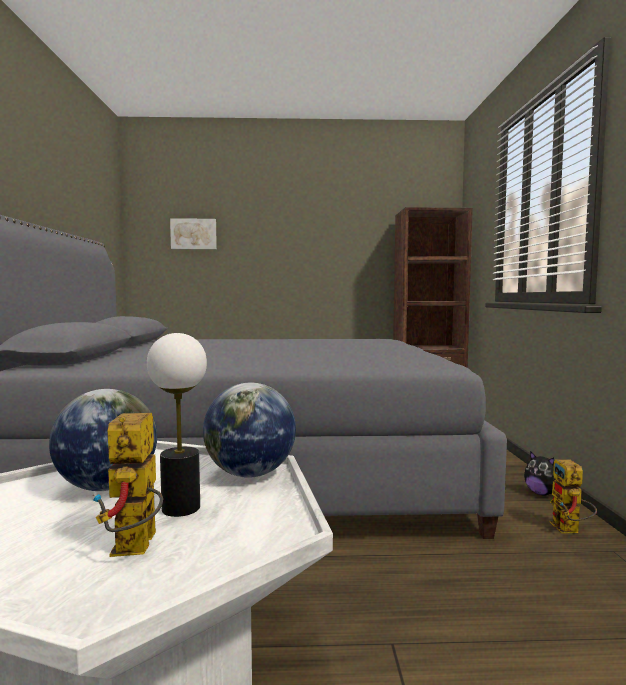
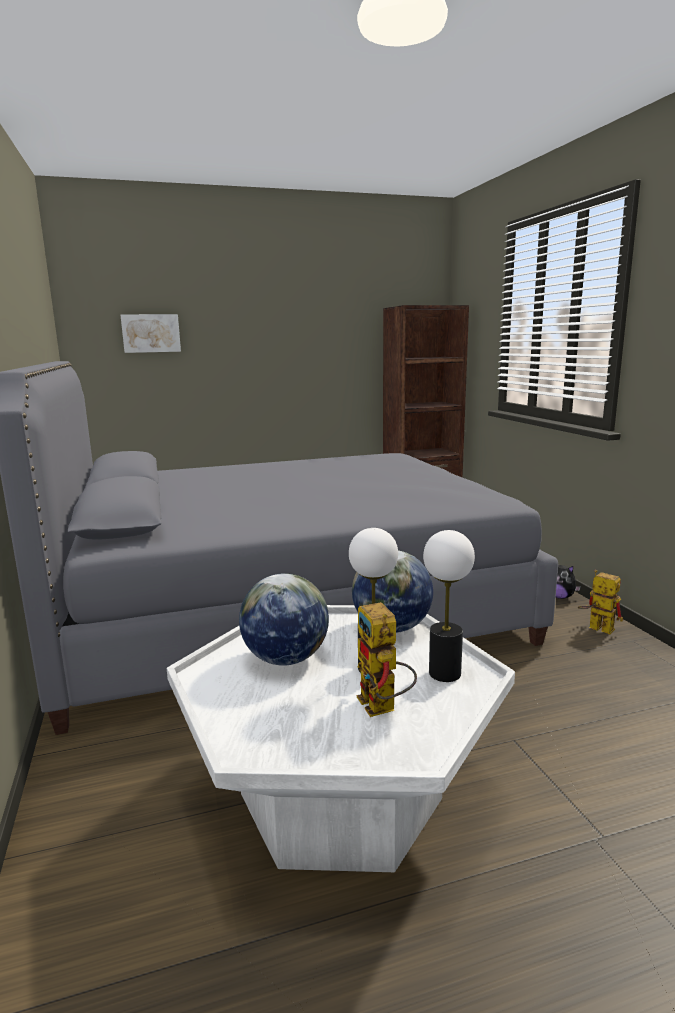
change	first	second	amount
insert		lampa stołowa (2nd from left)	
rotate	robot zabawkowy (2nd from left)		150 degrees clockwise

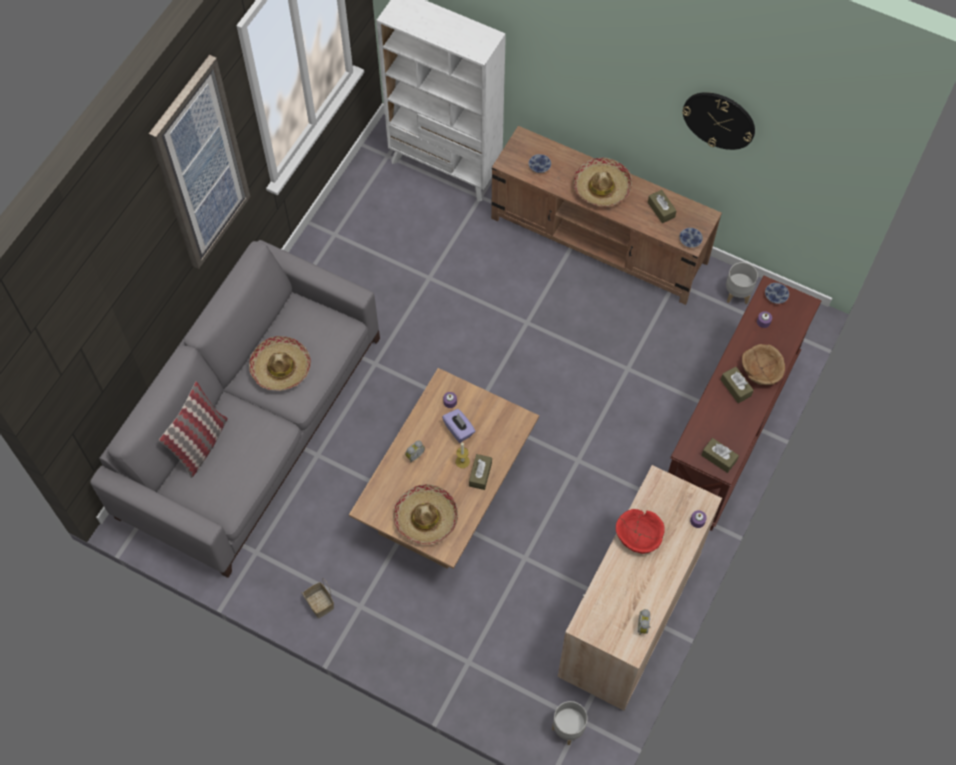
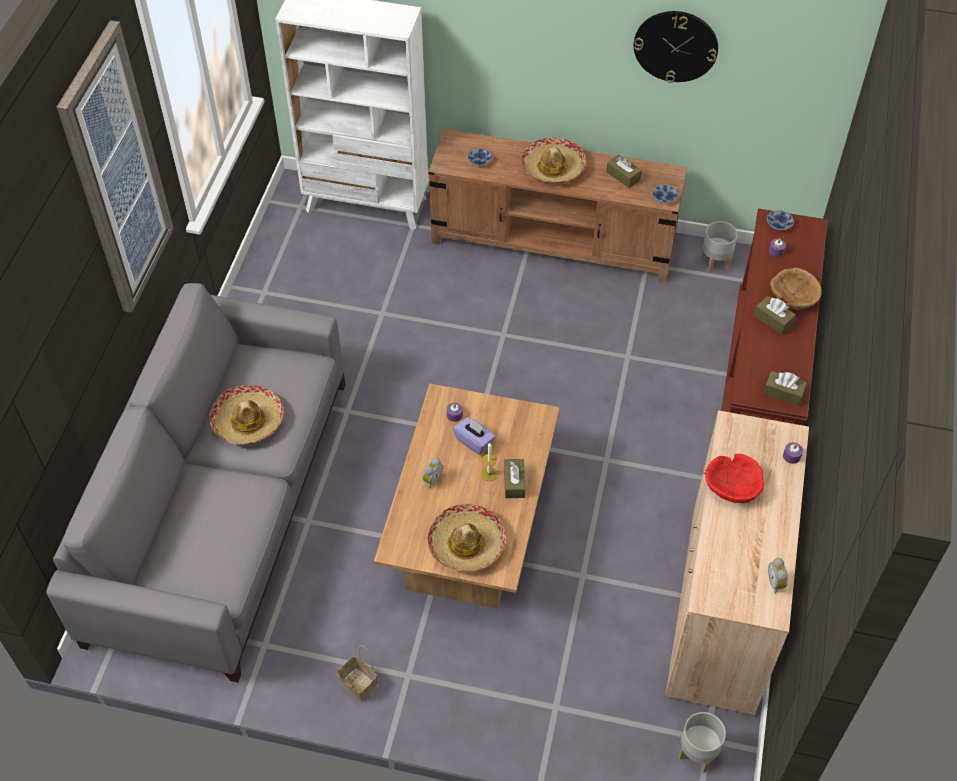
change	first	second	amount
delete	poduszka		

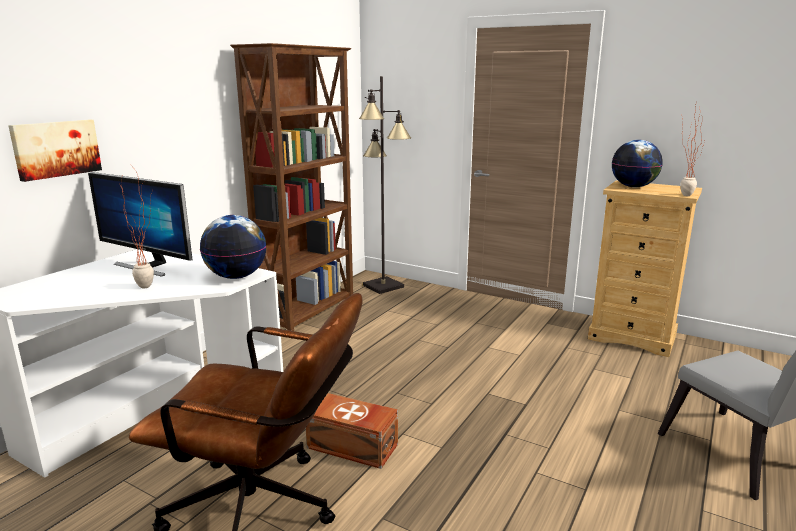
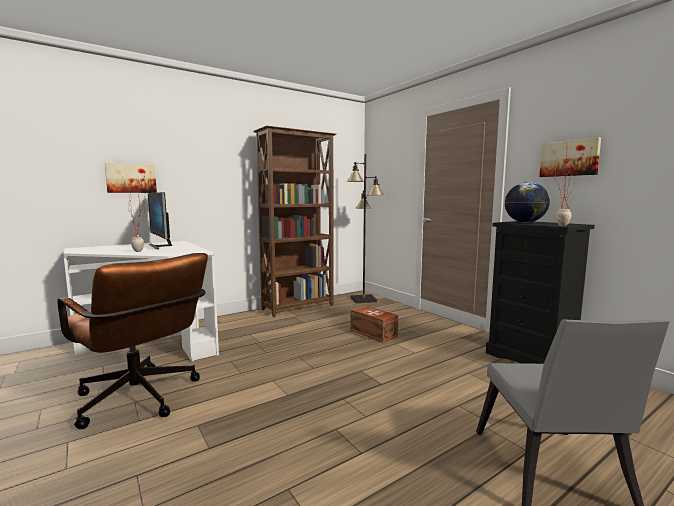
change	first	second	amount
delete	globus (1st from left)		
insert		obraz (2nd from left)	
move	pojemnik do przechowywania (brązowy)		
recolor	komoda (beżowy)	komoda (czarny)	

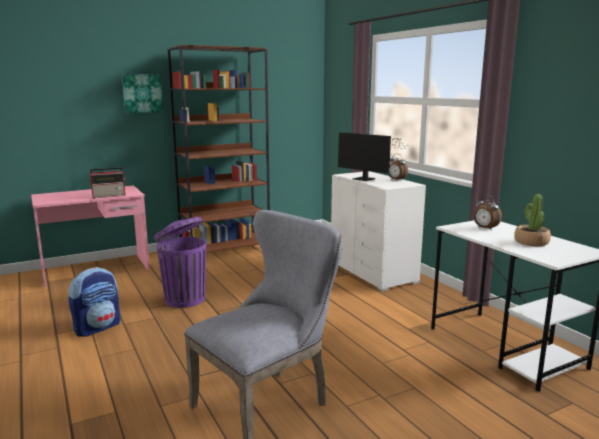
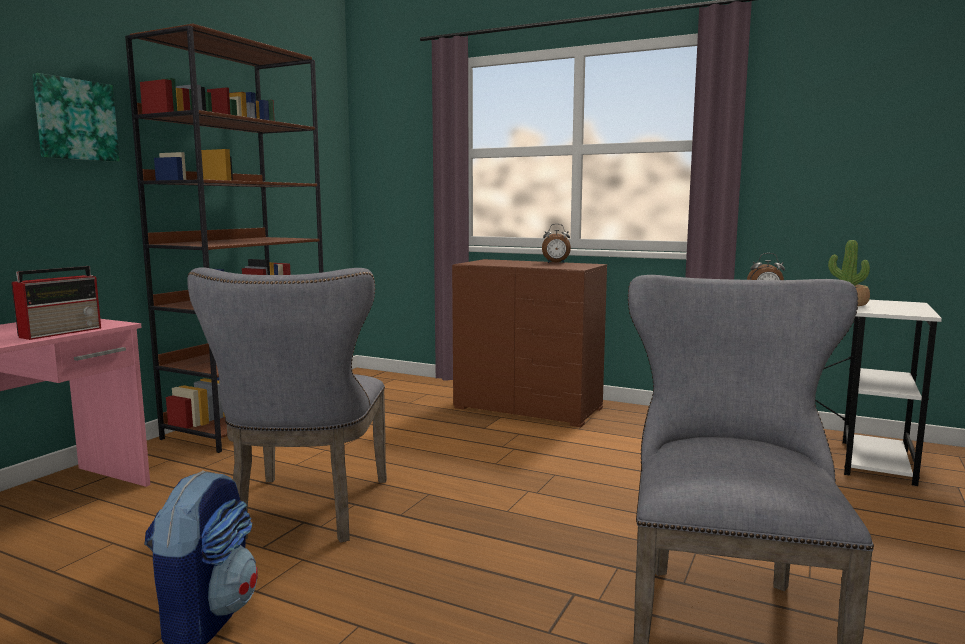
change	first	second	amount
delete	monitor		
replace	kosz na śmieci (fioletowy)	krzesło (szary) (1st from left)	
recolor	komoda (biały)	komoda (brązowy)	

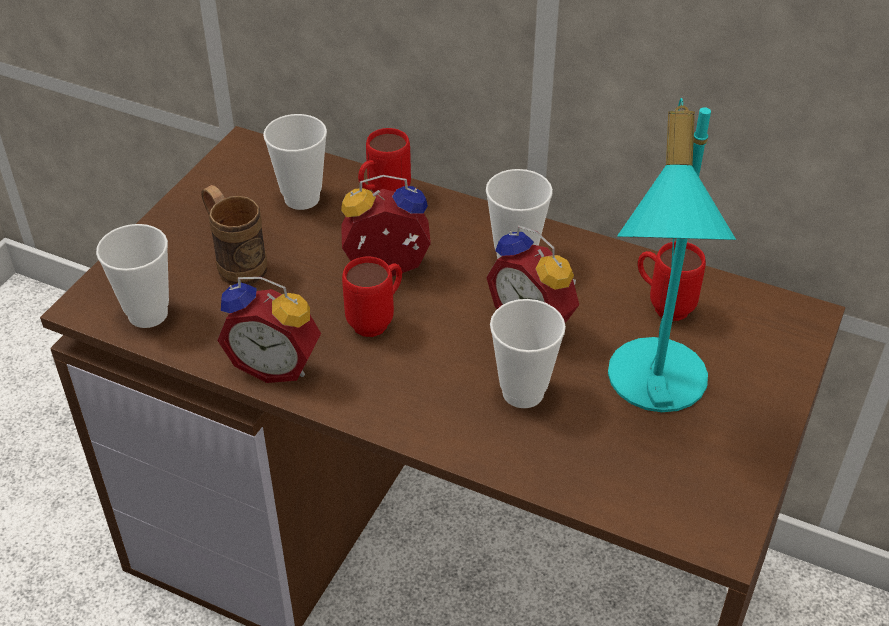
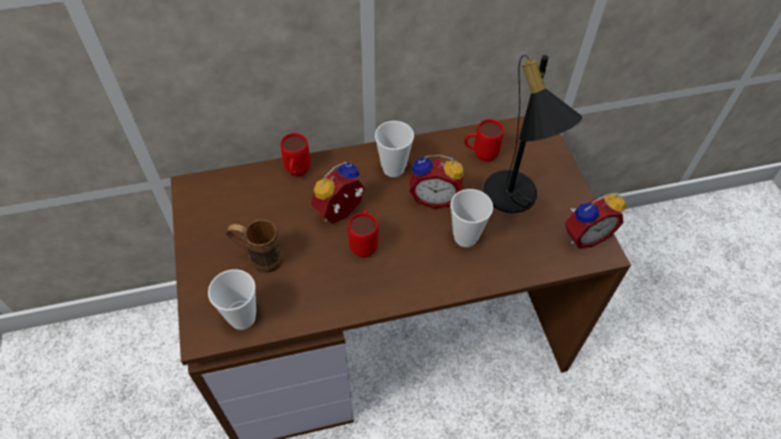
change	first	second	amount
delete	filiżanka (2nd from left)		
move	budzik (1st from left in the first image)	budzik (3rd from left)	
recolor	lampa stołowa (turkusowy)	lampa stołowa (czarny)	

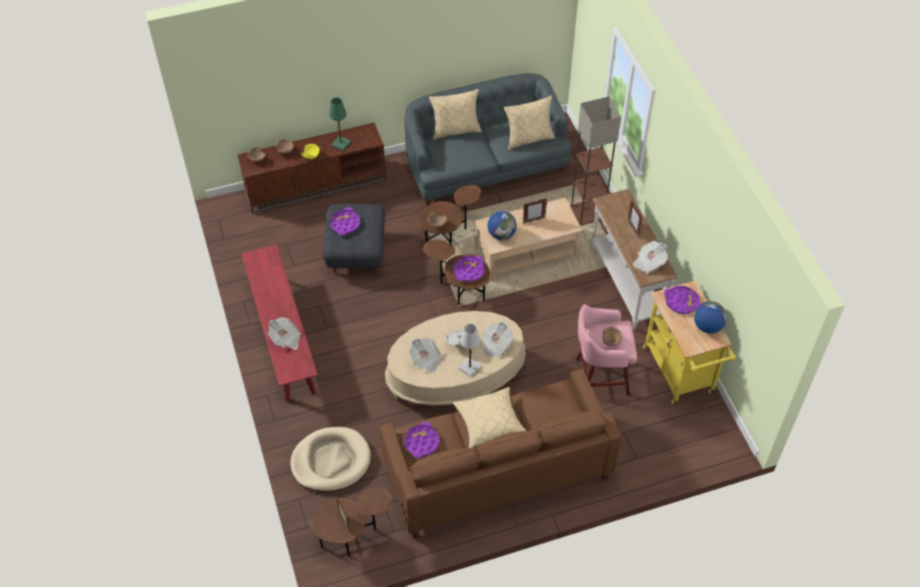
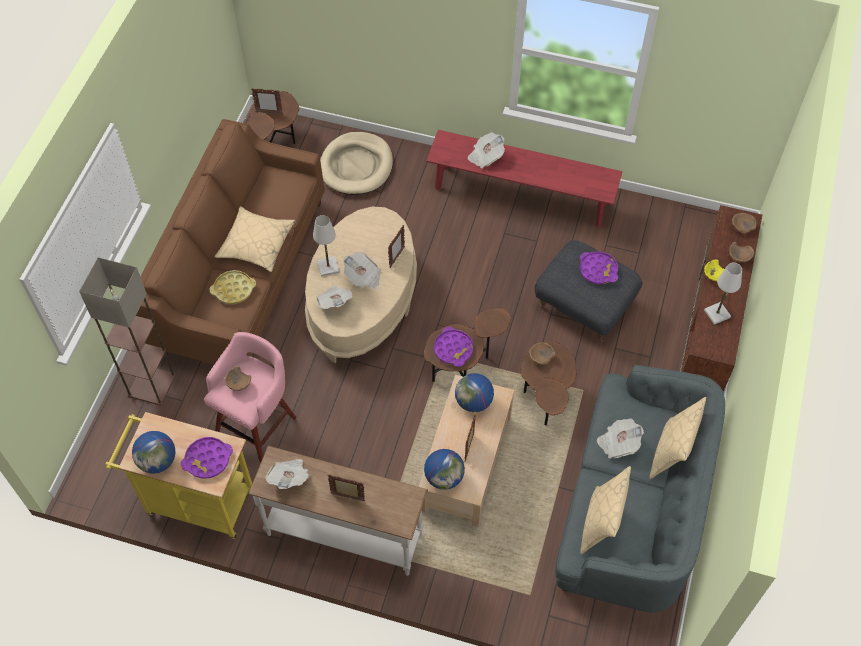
change	first	second	amount
delete	taca (fioletowy) (2nd from left)		
insert		taca (żółty)	
insert		ramka na zdjęcie (3rd from left)	
insert		globus (2nd from left)	
move	gazeta (2nd from left in the first image)	gazeta (5th from left)	
move	lampa stojąca		
recolor	lampa stołowa (zielony)	lampa stołowa (biały) (2nd from left)	

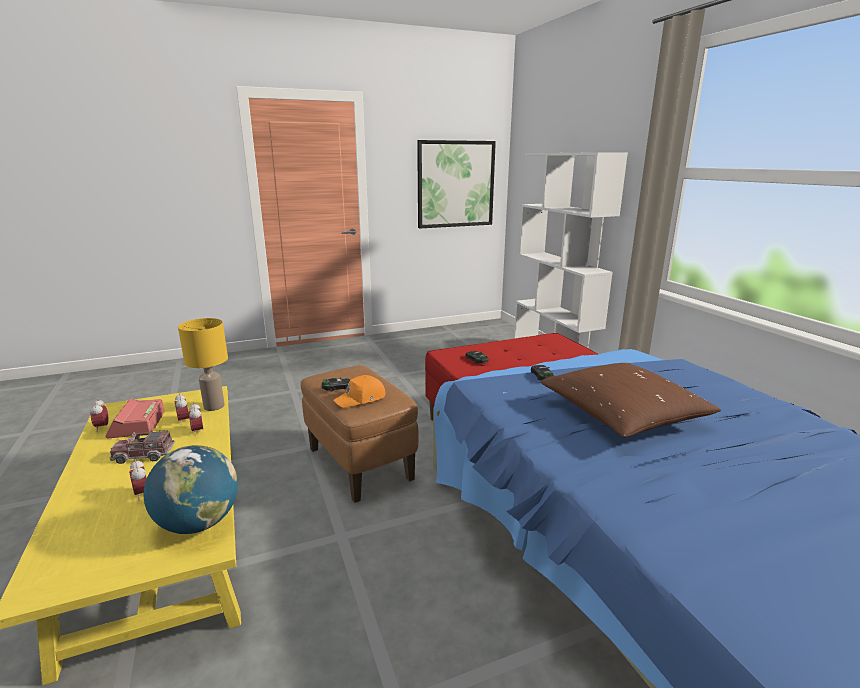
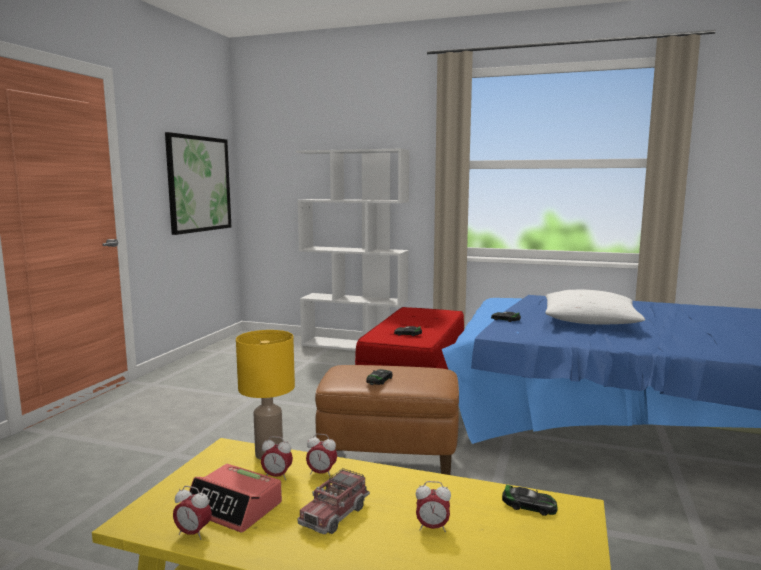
change	first	second	amount
delete	czapka z daszkiem (pomarańczowy)		
replace	globus	samochodzik (4th from left)	
recolor	poduszka (brązowy)	poduszka (biały)	

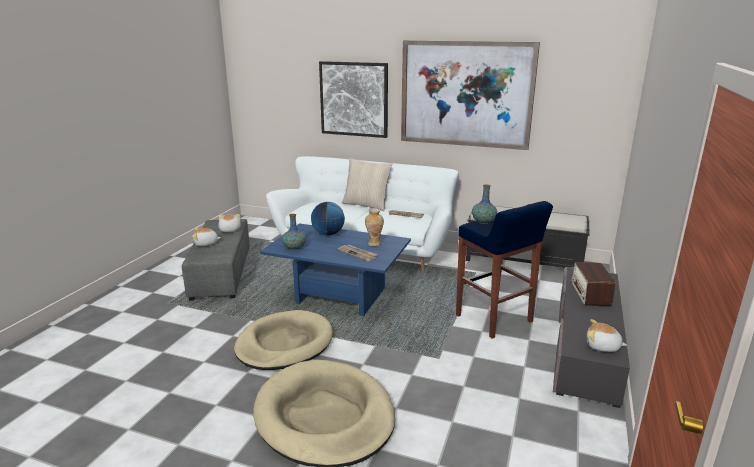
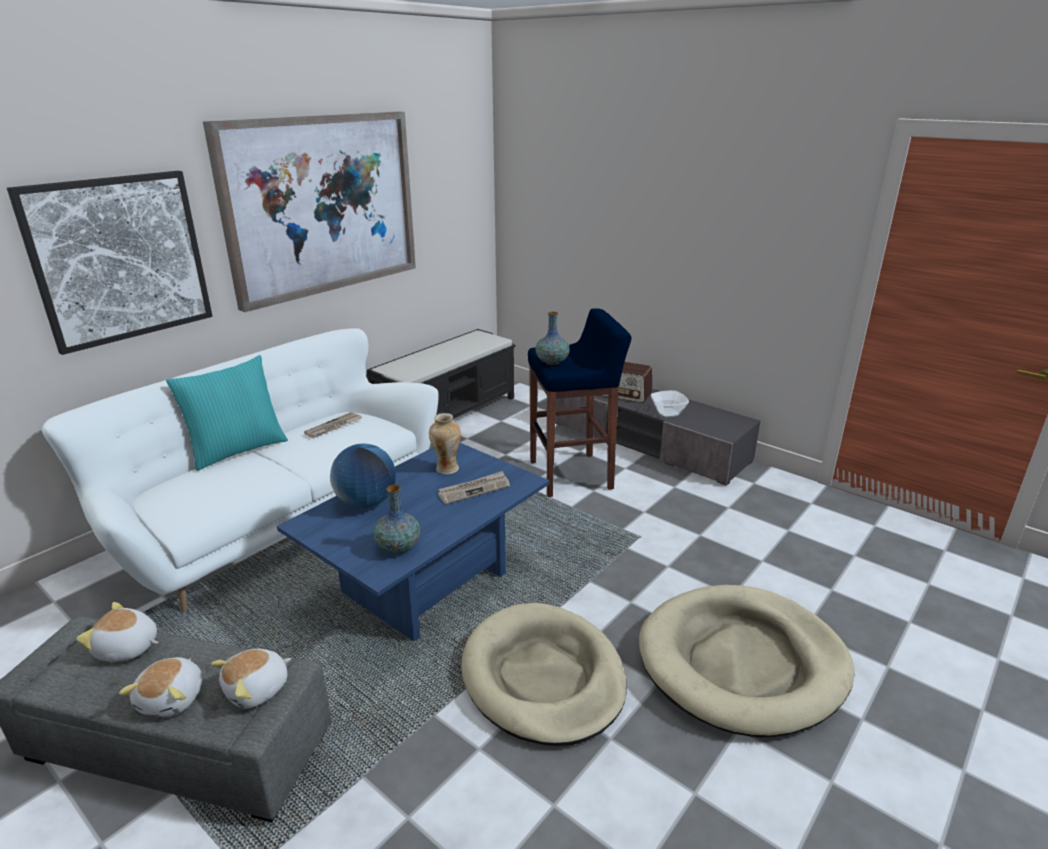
change	first	second	amount
insert		miska	
move	pluszak (3rd from left)		
recolor	poduszka (beżowy)	poduszka (turkusowy)	

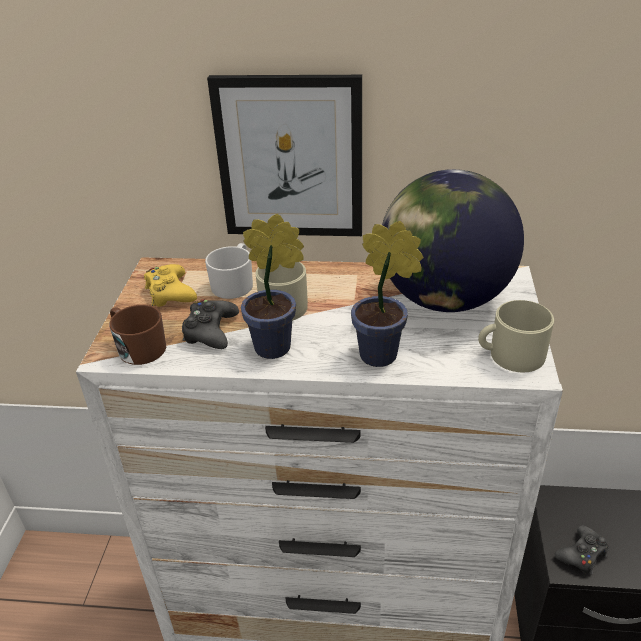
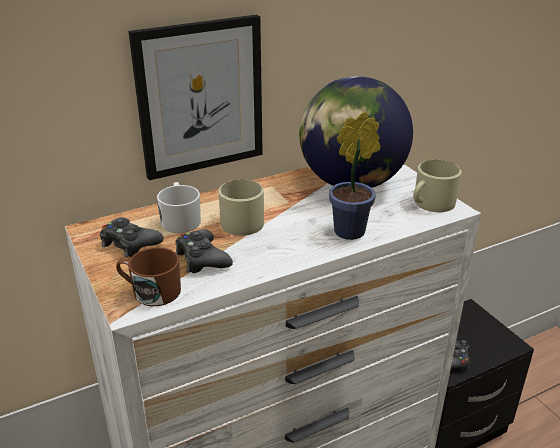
change	first	second	amount
delete	roślina doniczkowa (1st from left)		
recolor	pad do gier (żółty)	pad do gier (czarny) (1st from left)	

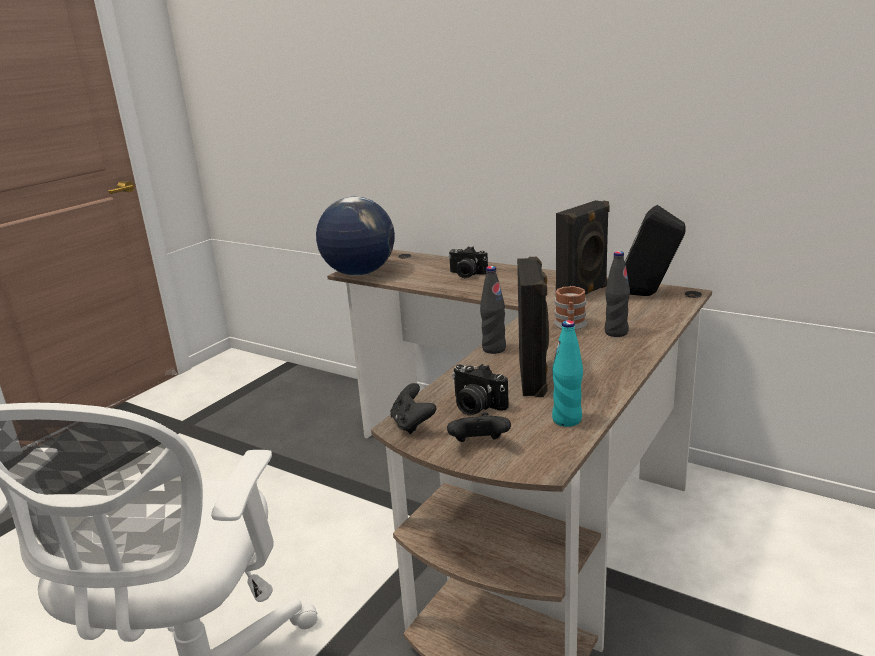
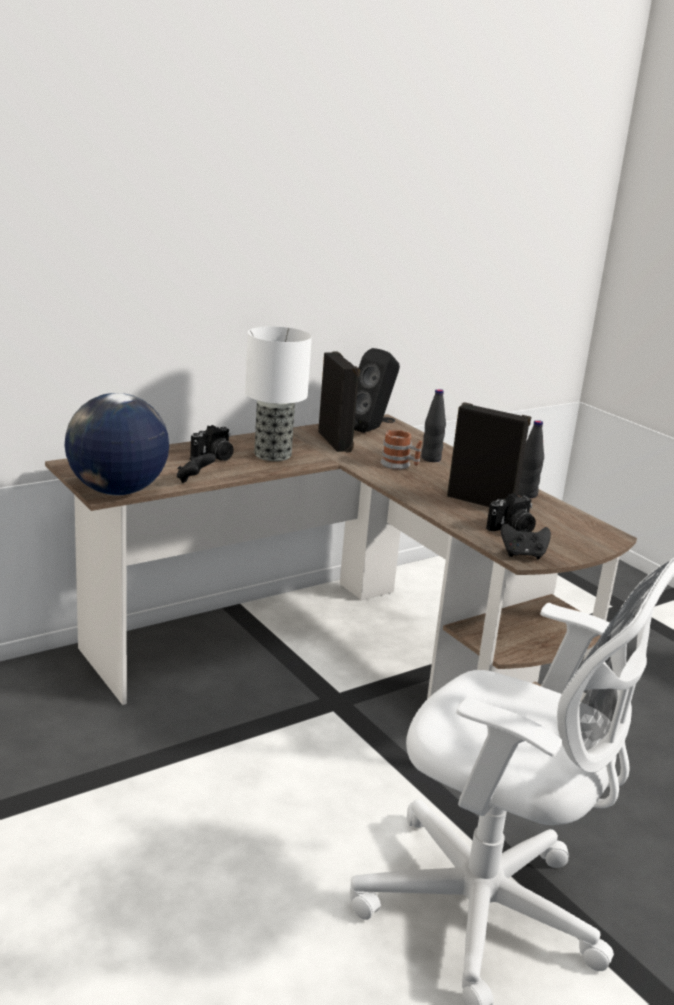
change	first	second	amount
delete	butelka (turkusowy)		
insert		lampa stołowa	
move	pad do gier (czarny) (2nd from left in the first image)	pad do gier (czarny) (1st from left)	
move	butelka (czarny) (1st from left in the first image)	butelka (czarny) (2nd from left)	

